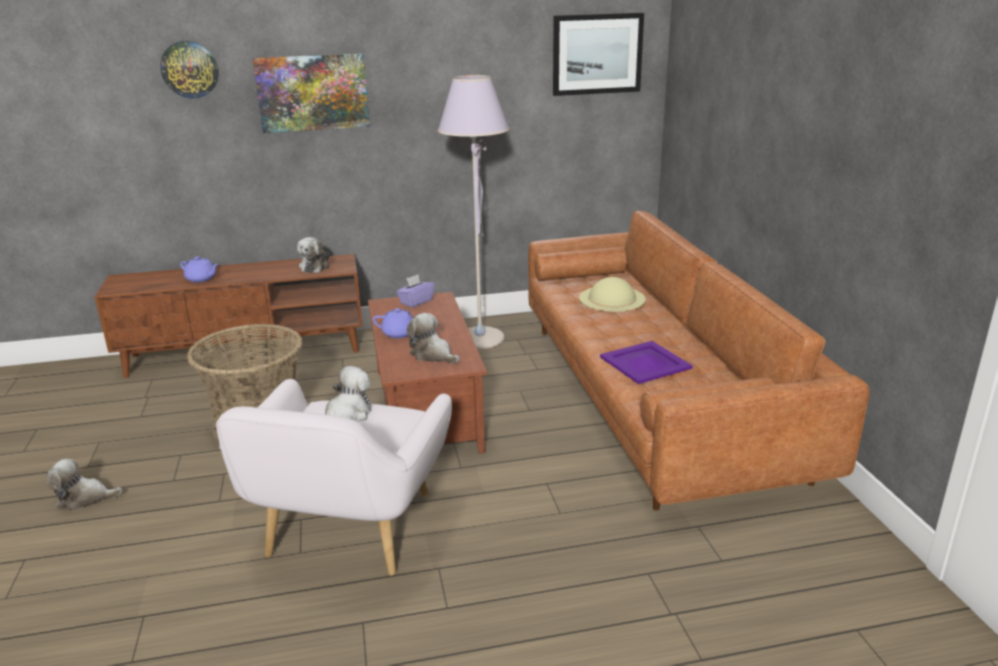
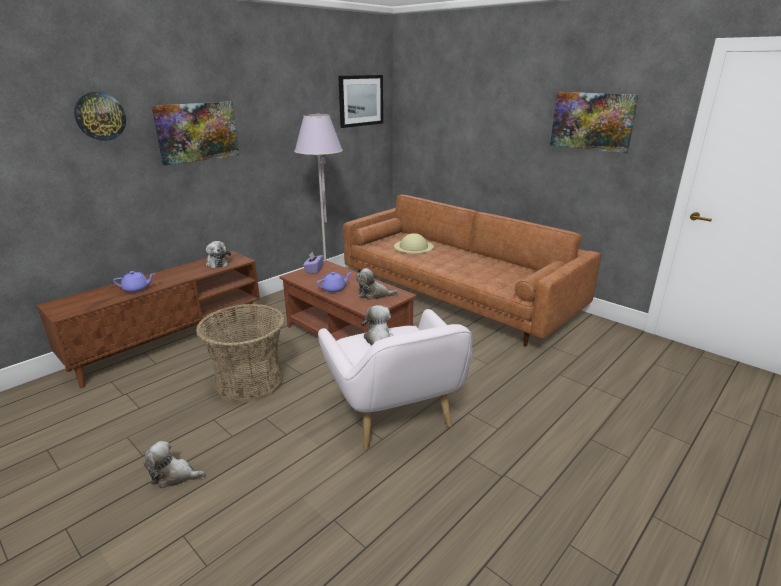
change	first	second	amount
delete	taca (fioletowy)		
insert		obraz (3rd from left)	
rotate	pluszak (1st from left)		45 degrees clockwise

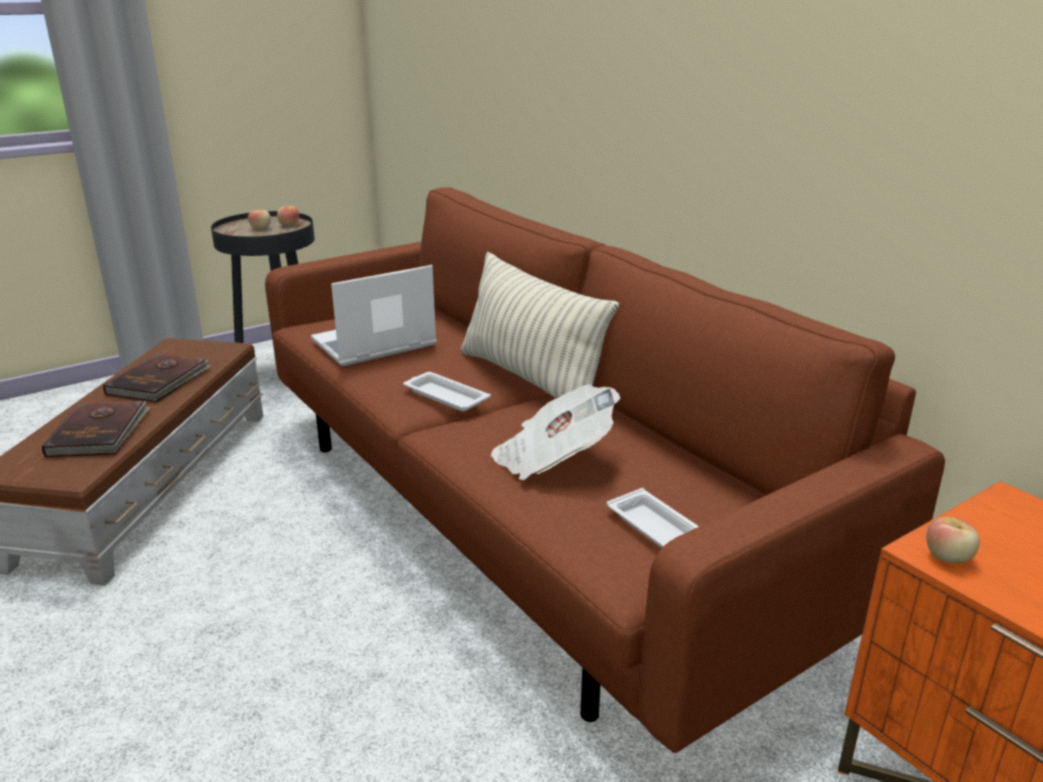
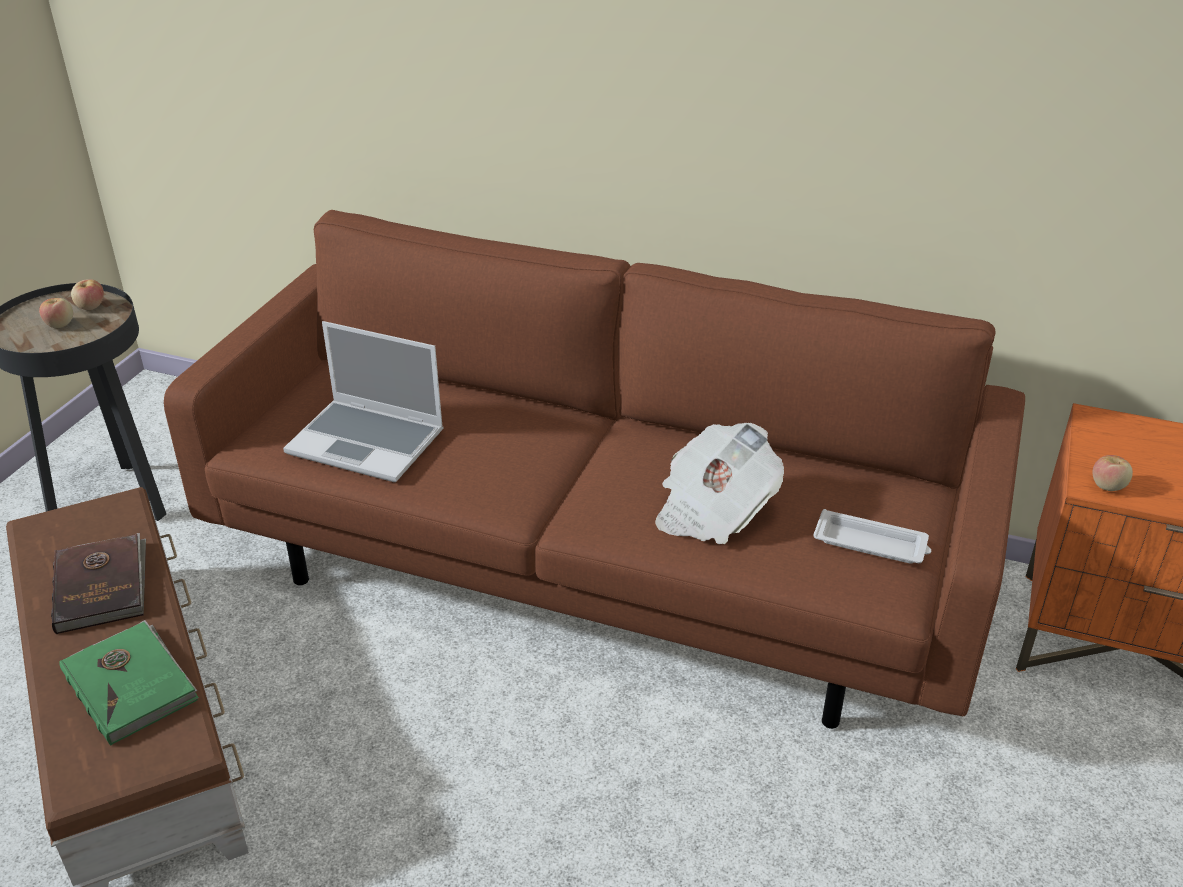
change	first	second	amount
delete	taca (biały) (1st from left)		
delete	poduszka		
recolor	książka (brązowy) (1st from left)	książka (zielony)	
rotate	laptop		90 degrees counterclockwise

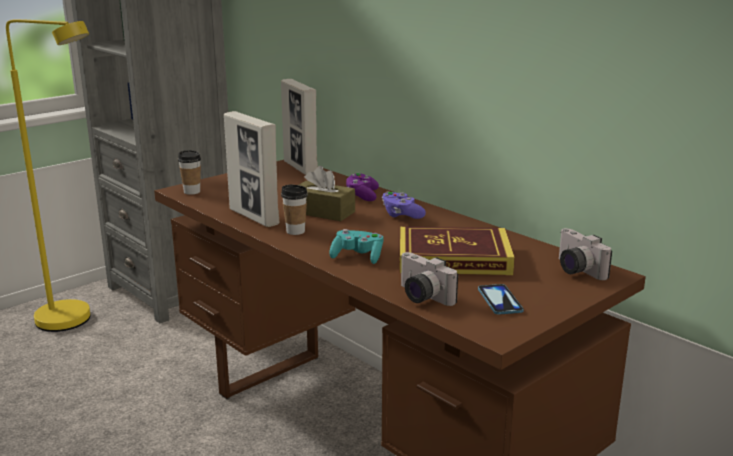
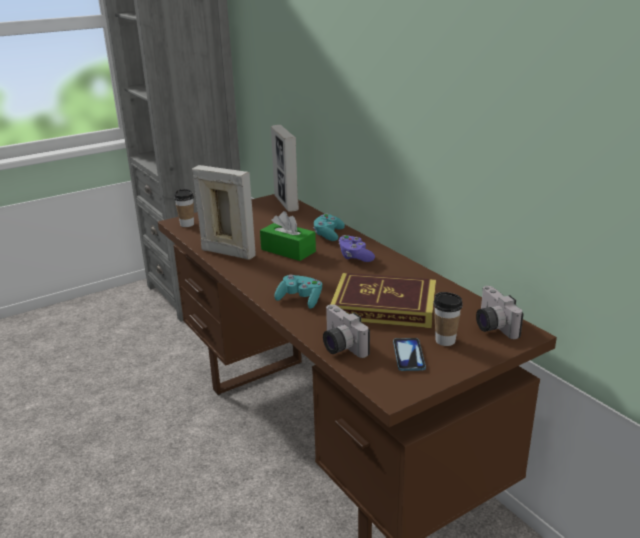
change	first	second	amount
delete	lampa stojąca (żółty)		
move	filiżanka (2nd from left)		
recolor	pudełko chusteczek (brązowy)	pudełko chusteczek (zielony)	
recolor	pad do gier (fioletowy) (1st from left)	pad do gier (turkusowy) (2nd from left)	
rotate	ramka na zdjęcie (1st from left)		150 degrees clockwise

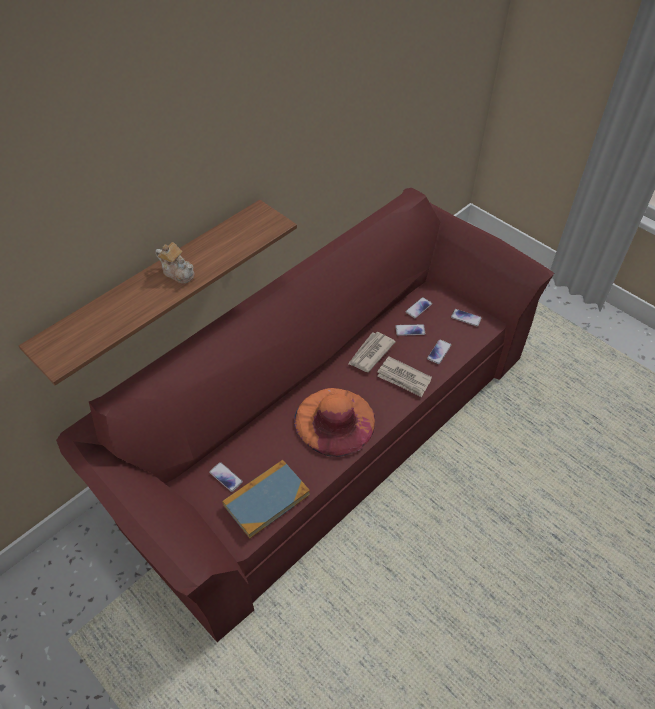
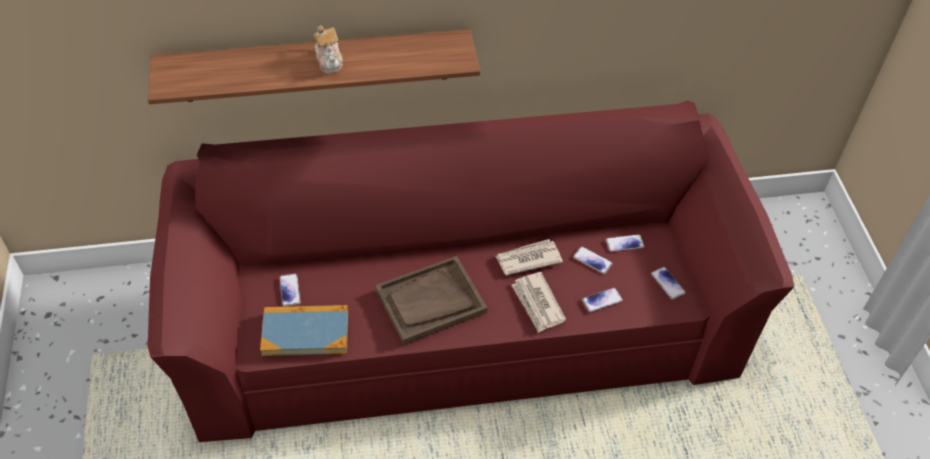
change	first	second	amount
replace	kapelusz (pomarańczowy)	taca (brązowy)	

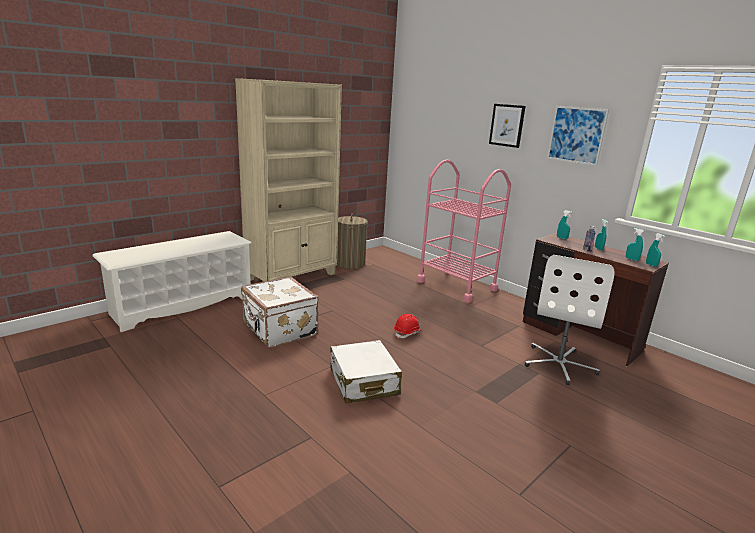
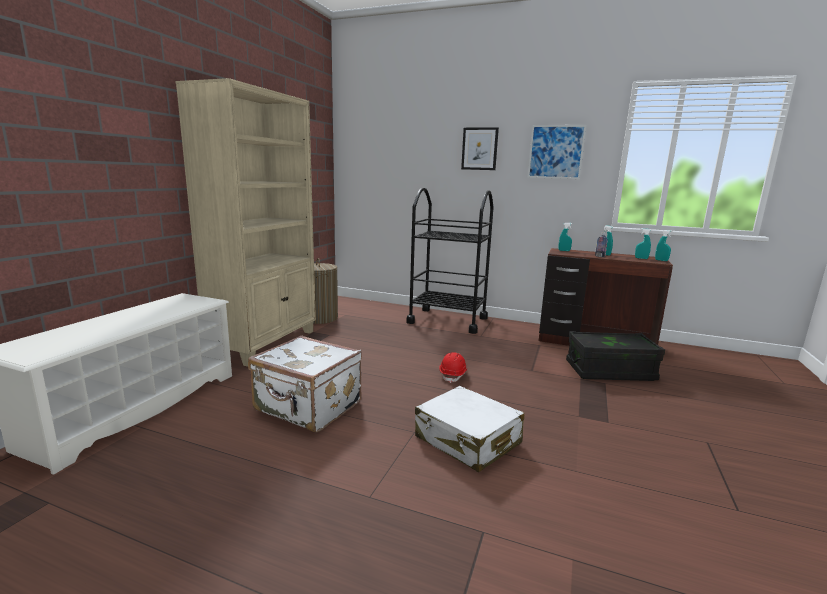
change	first	second	amount
replace	krzesło biurowe (biały)	pojemnik do przechowywania (czarny)	
recolor	wózek (różowy)	wózek (czarny)	

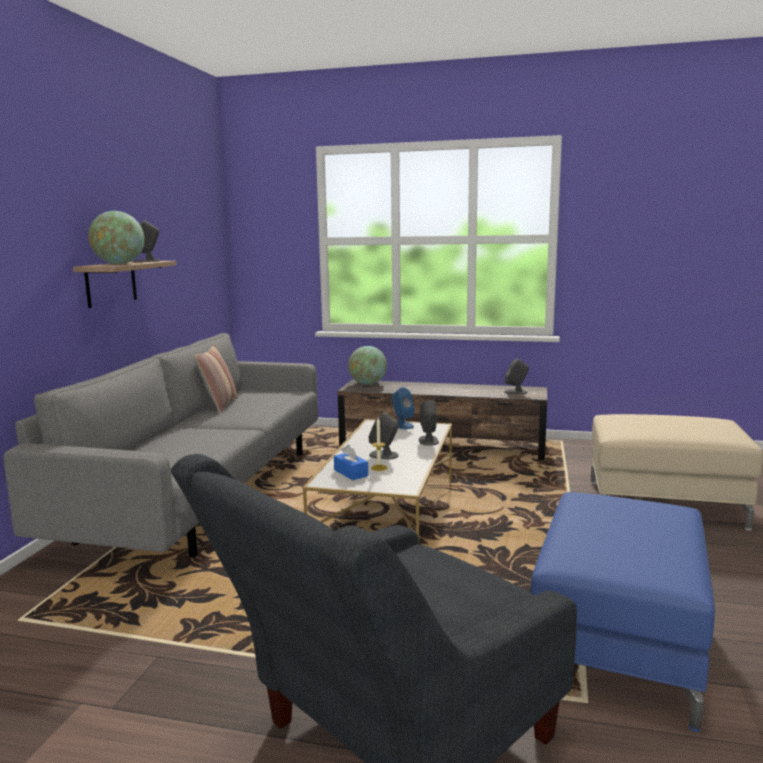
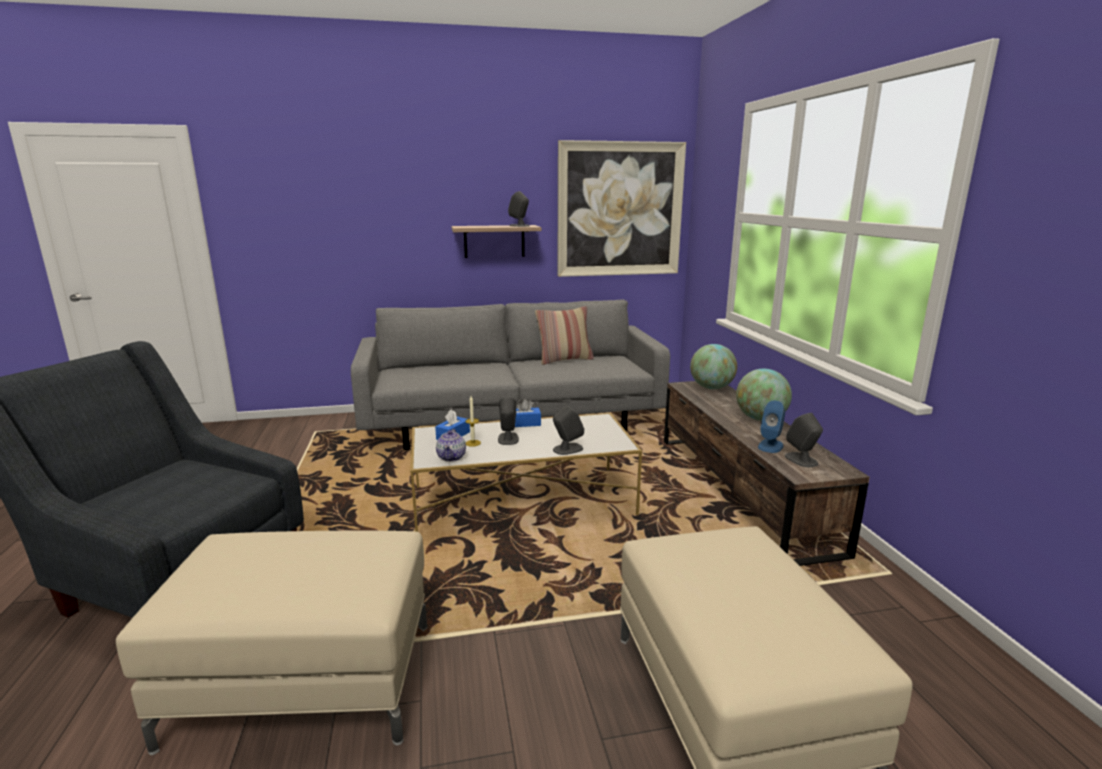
change	first	second	amount
insert		imbryk	
insert		pudełko chusteczek (niebieski) (2nd from left)	
insert		obraz	
move	globus (1st from left in the first image)	globus (2nd from left)	
move	głośnik (niebieski)		
recolor	pufa (niebieski)	pufa (beżowy) (1st from left)	

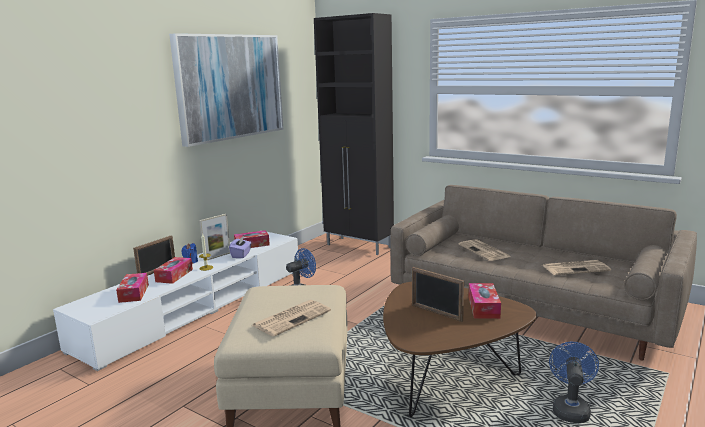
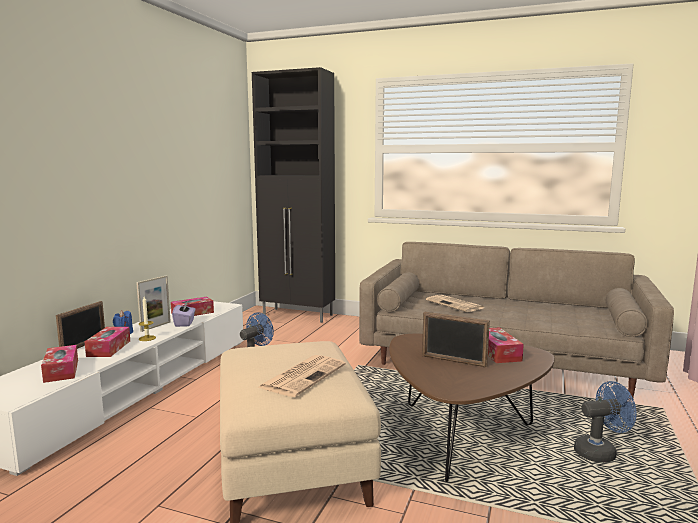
change	first	second	amount
delete	obraz		
delete	gazeta (3rd from left)		
rotate	wentylator (niebieski) (2nd from left)		75 degrees clockwise

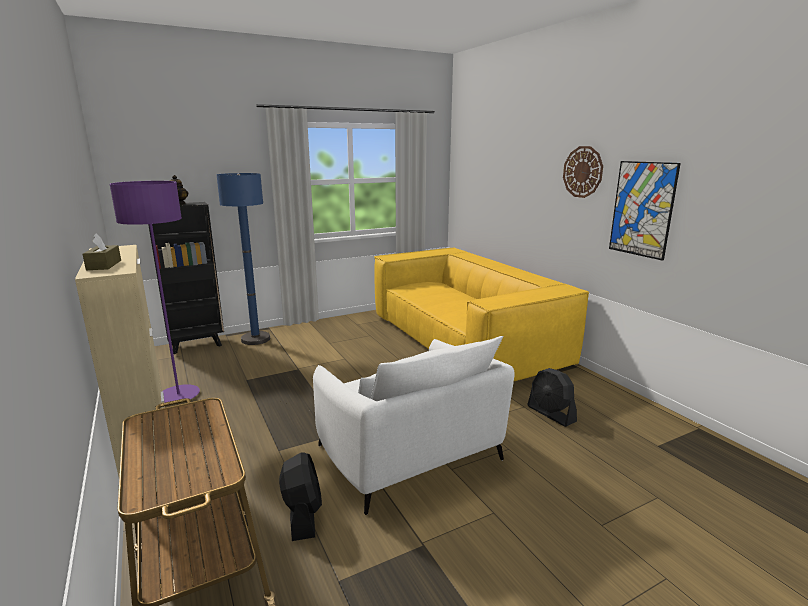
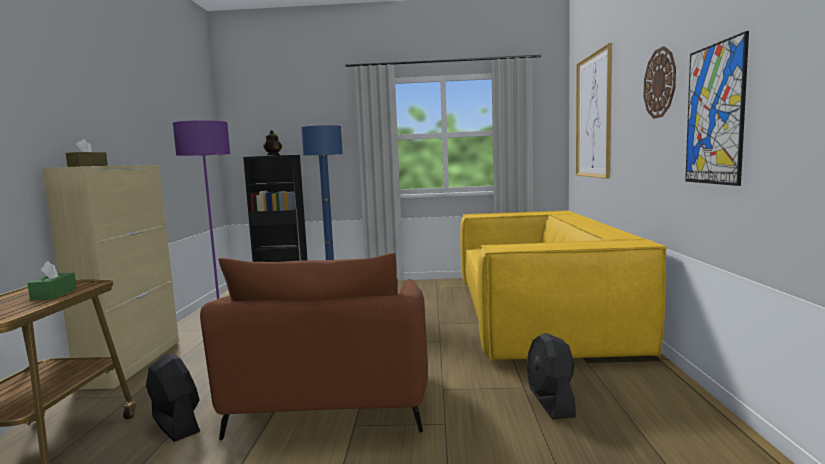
change	first	second	amount
insert		pudełko chusteczek (zielony)	
insert		obraz (1st from left)	
recolor	fotel (biały)	fotel (brązowy)	
rotate	wentylator (czarny) (1st from left)		60 degrees counterclockwise

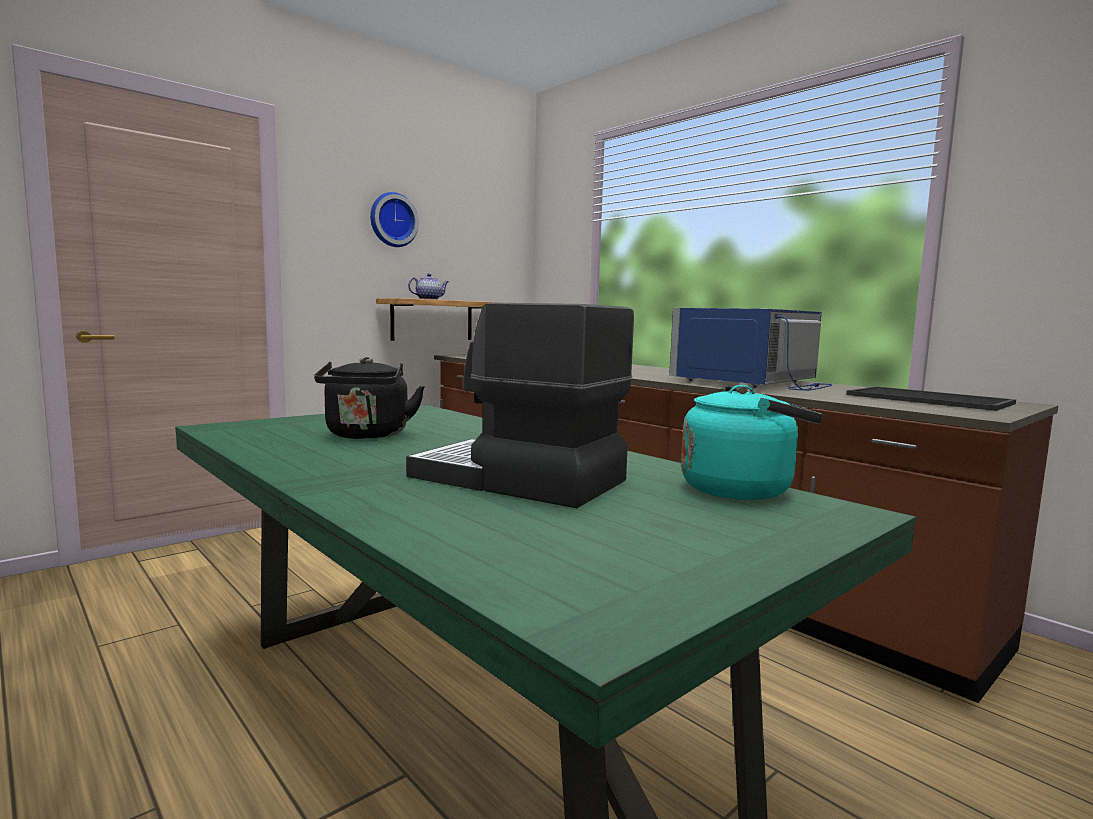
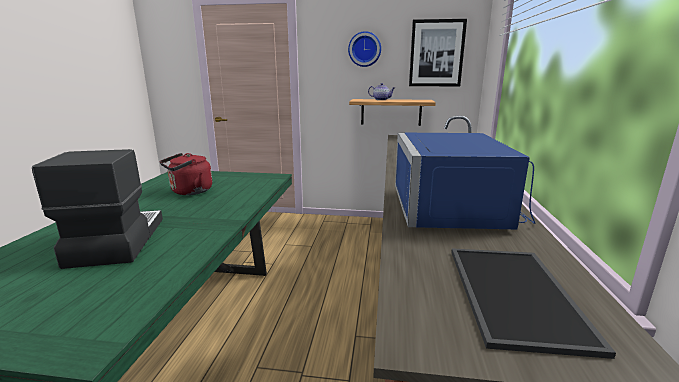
change	first	second	amount
delete	czajnik (turkusowy)		
insert		obraz	
recolor	czajnik (czarny)	czajnik (czerwony)	
rotate	mikrofalówka (niebieski)		90 degrees counterclockwise

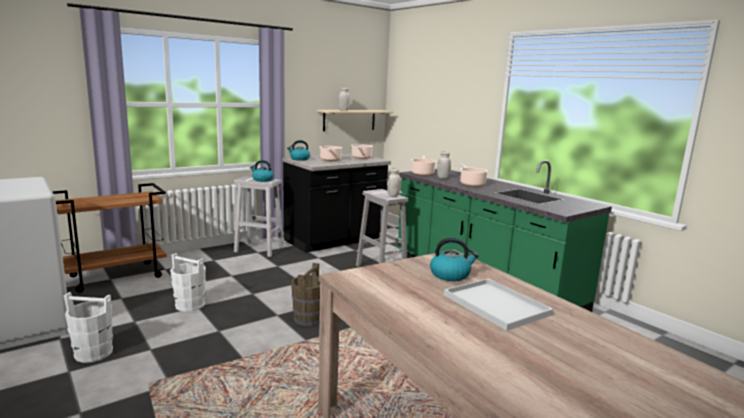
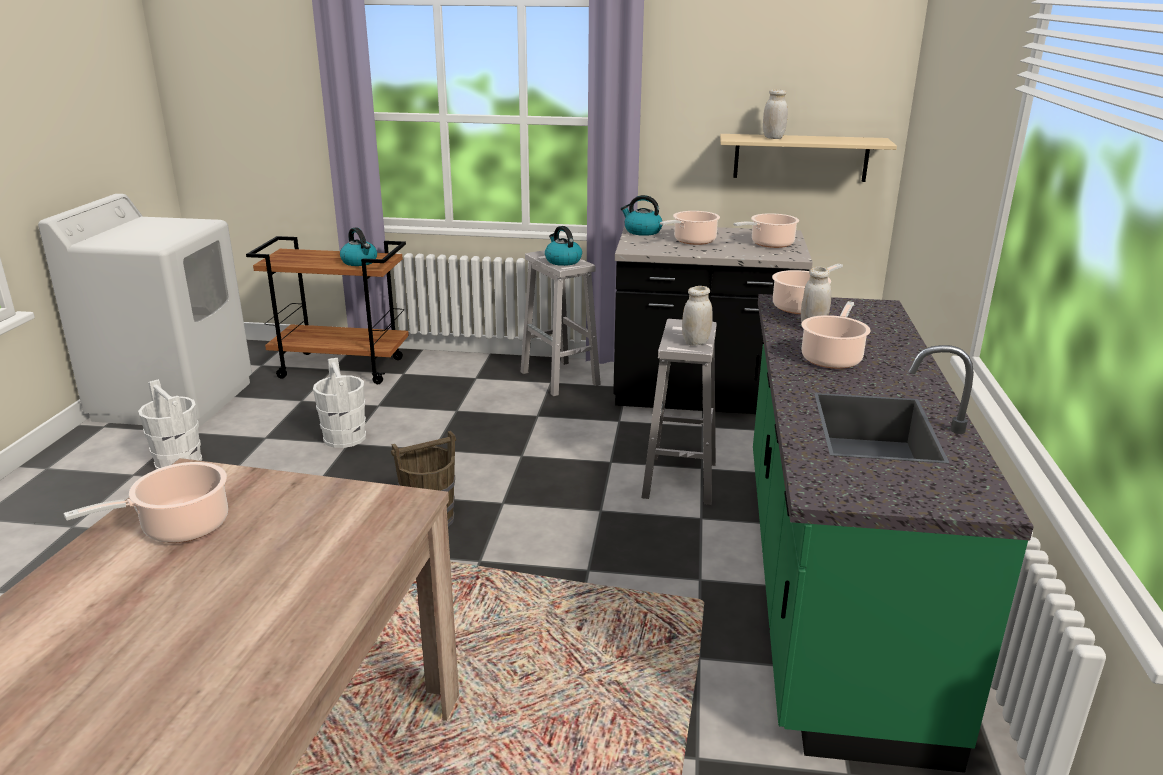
change	first	second	amount
delete	taca (biały)		
insert		garnek (1st from left)	
move	czajnik (3rd from left in the first image)	czajnik (1st from left)	

